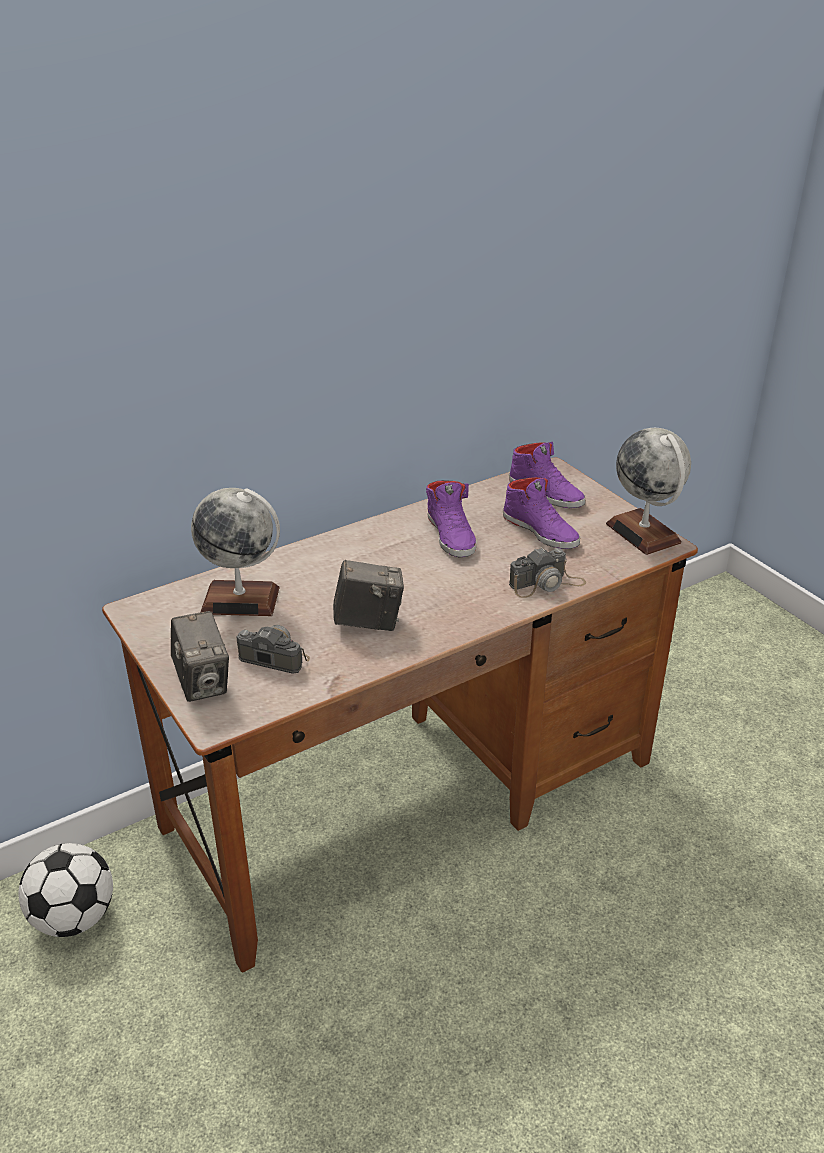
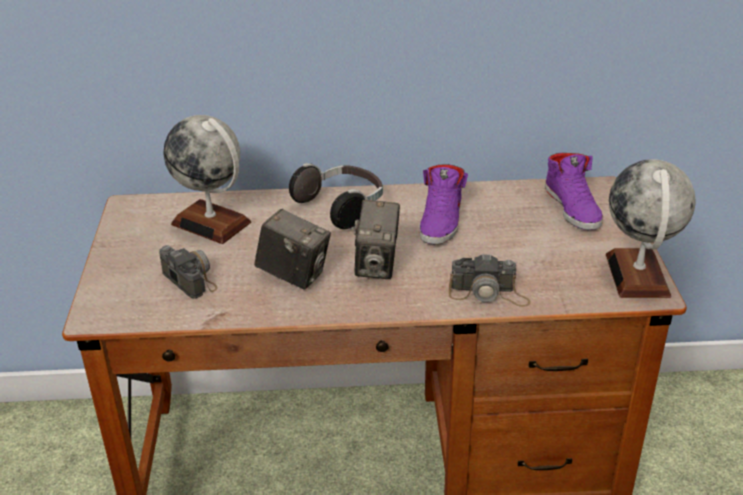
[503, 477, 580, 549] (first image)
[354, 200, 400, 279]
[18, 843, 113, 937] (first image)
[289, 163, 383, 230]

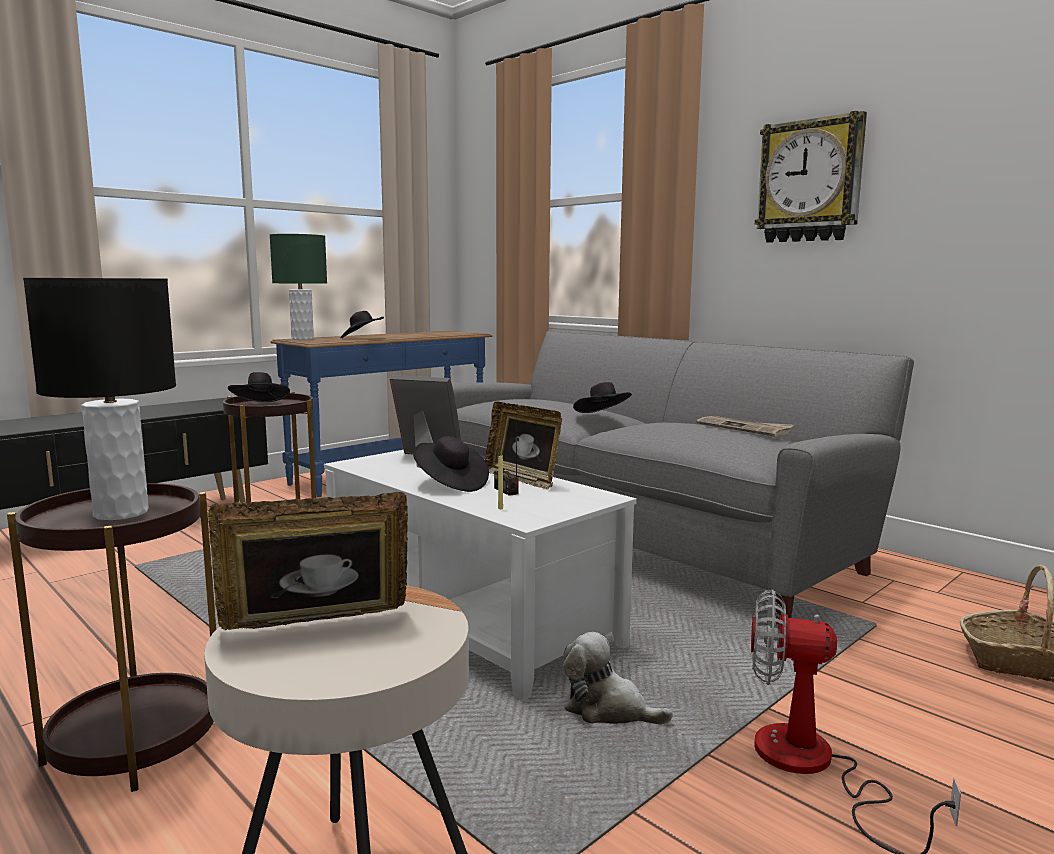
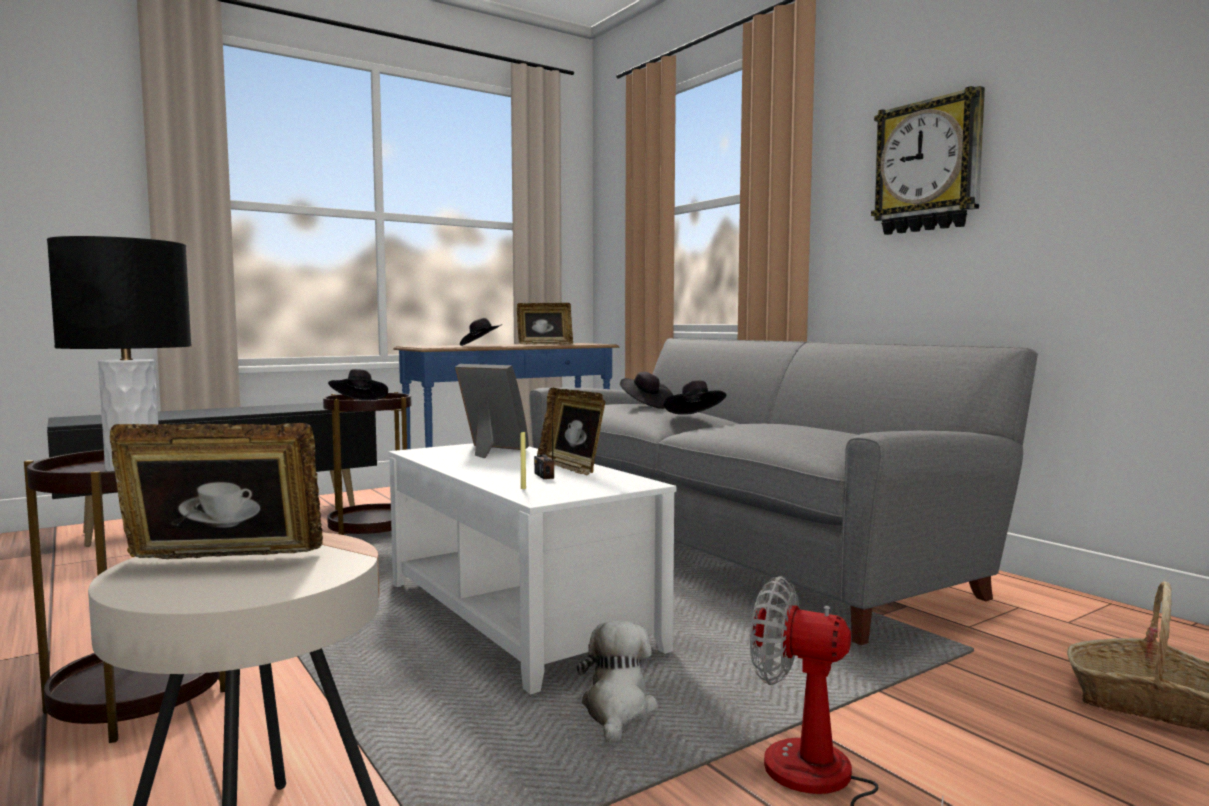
[270, 234, 327, 340] (first image)
[697, 416, 793, 437] (first image)
[620, 372, 673, 409]
[577, 620, 658, 743]
[517, 303, 573, 345]

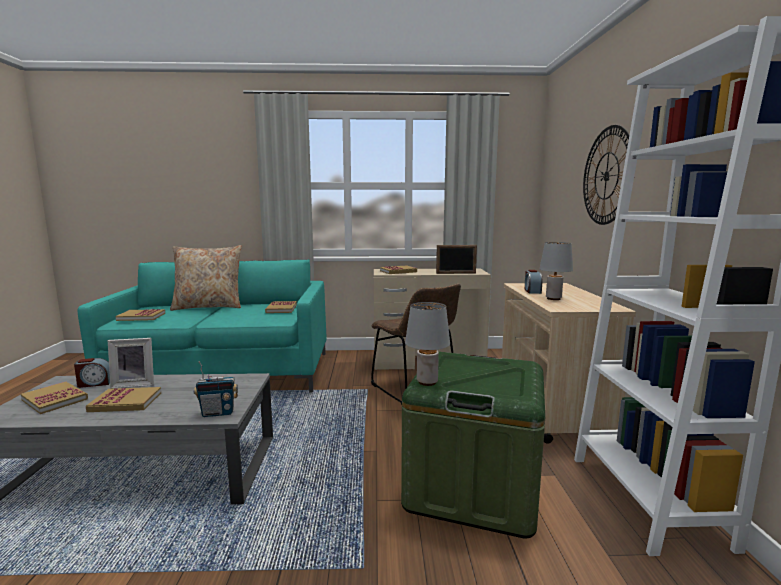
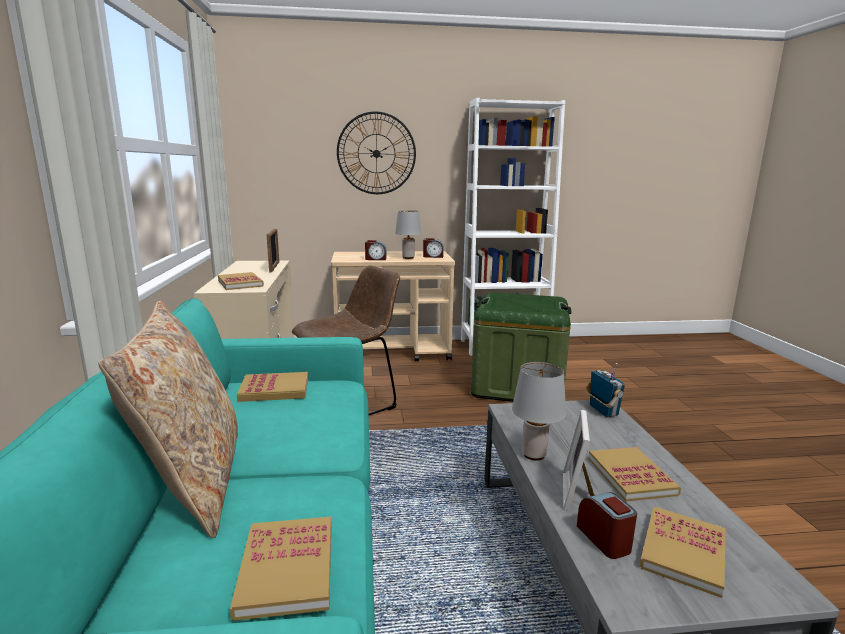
[512, 362, 566, 461]
[563, 410, 594, 511]
[423, 238, 444, 258]

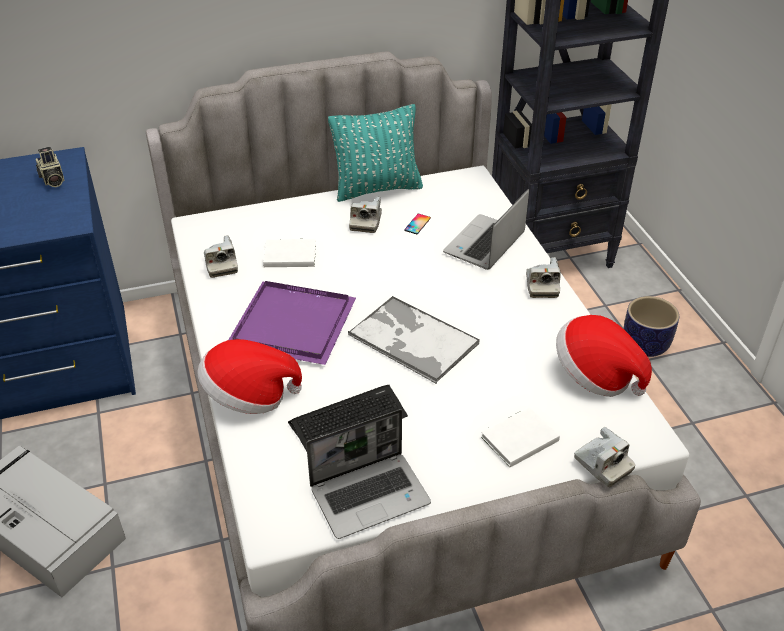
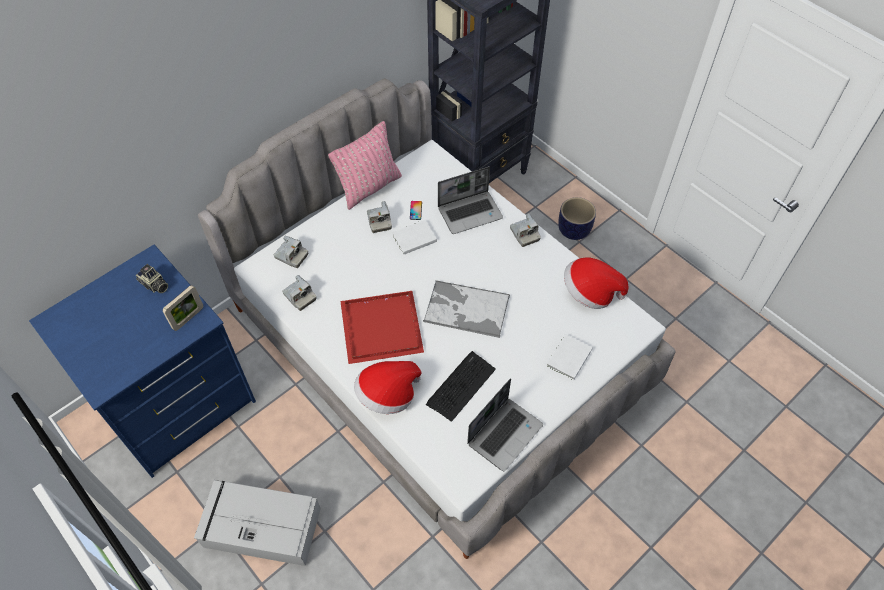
[328, 121, 402, 210]
[438, 167, 503, 234]
[392, 220, 437, 255]
[340, 291, 424, 364]
[274, 236, 308, 268]
[162, 285, 203, 331]

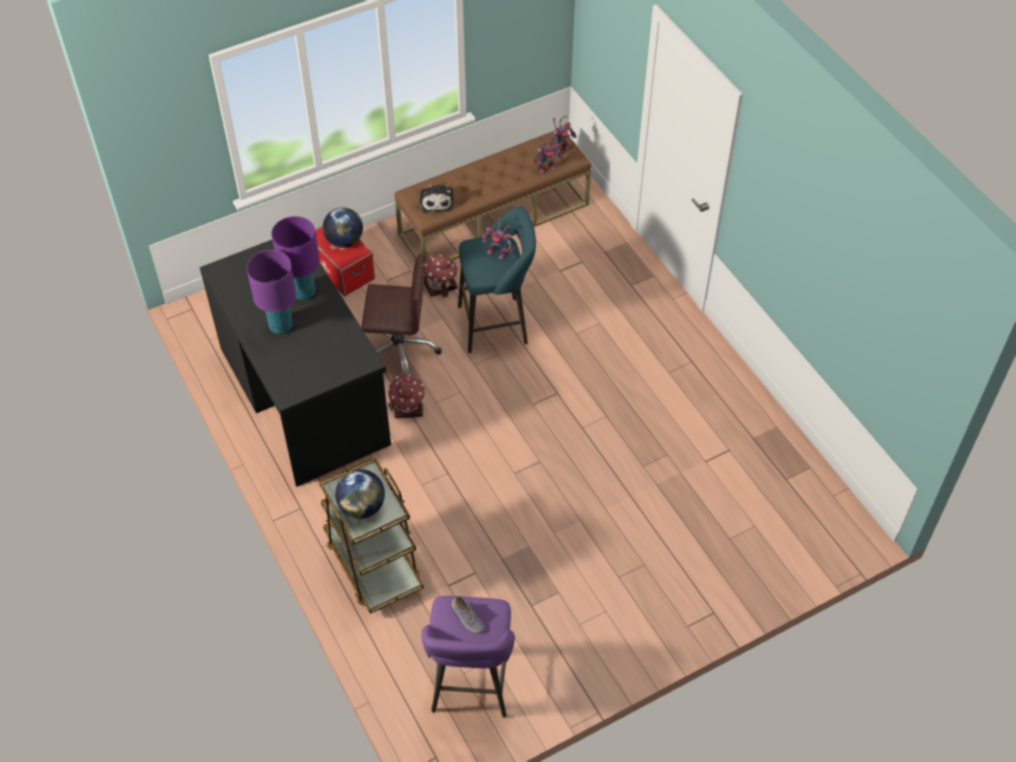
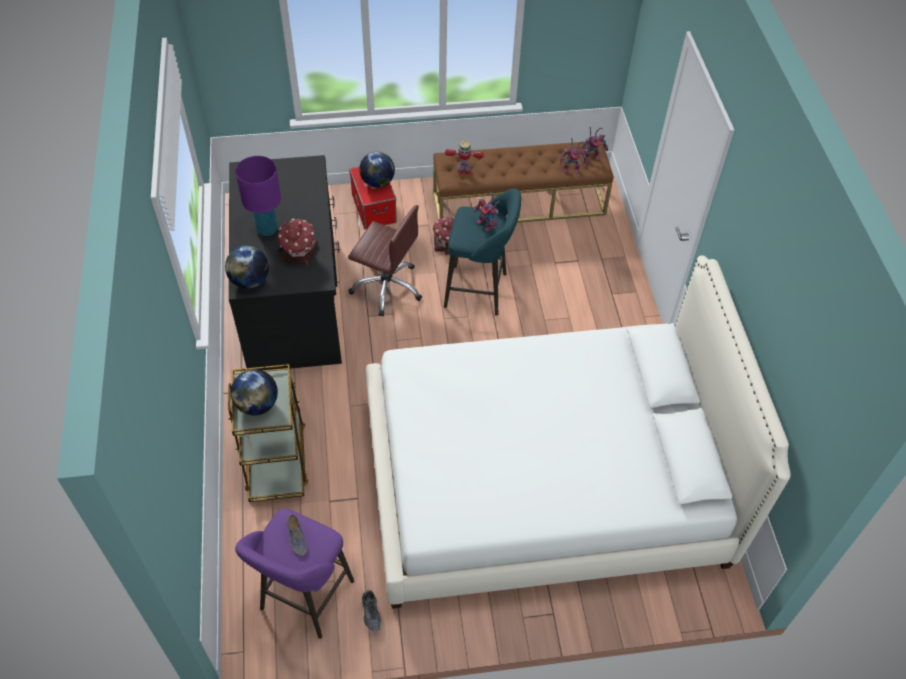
[445, 141, 484, 175]
[271, 216, 320, 300] (first image)
[278, 219, 318, 265]
[225, 246, 269, 289]
[366, 255, 791, 609]
[362, 590, 381, 631]

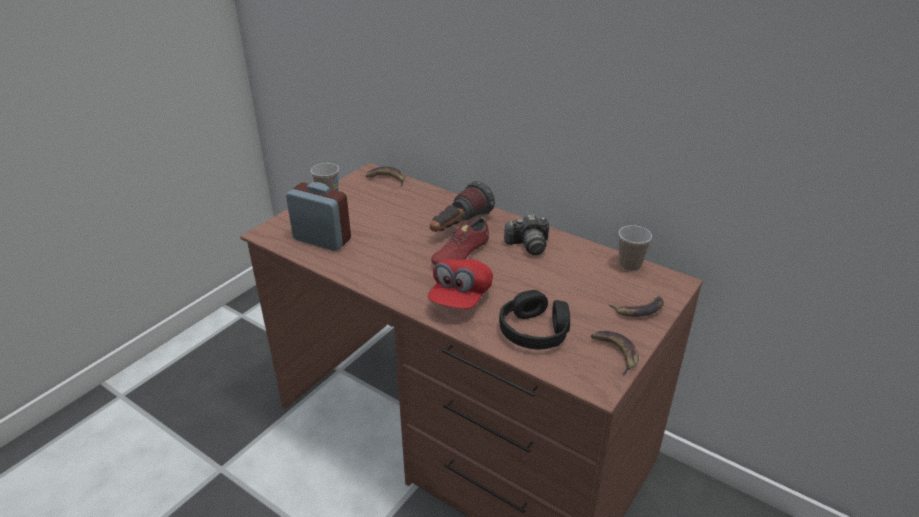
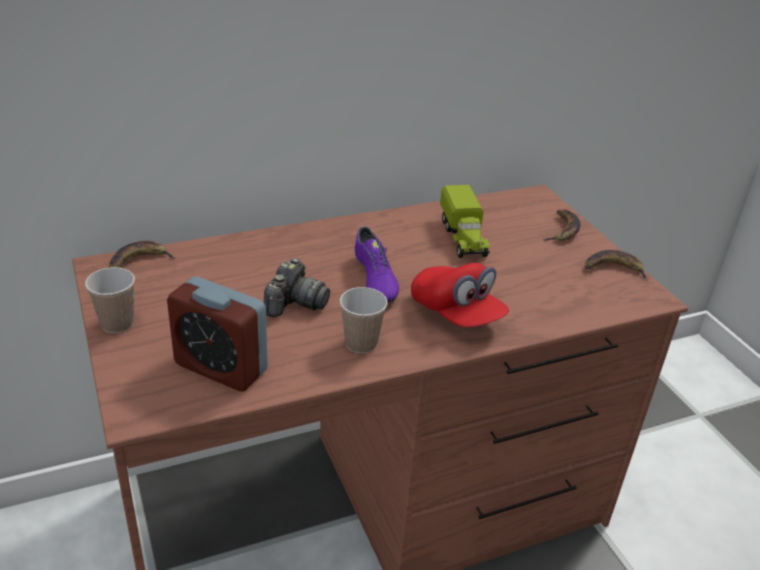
[430, 181, 495, 232] (first image)
[167, 277, 268, 391]
[264, 258, 330, 317]
[355, 226, 399, 302]
[340, 287, 388, 353]
[499, 290, 570, 349] (first image)
[440, 185, 490, 258]

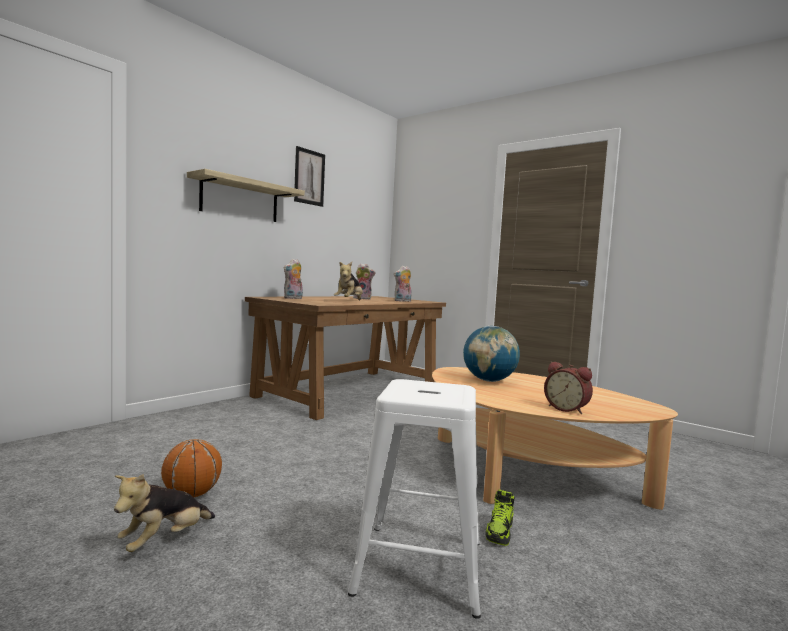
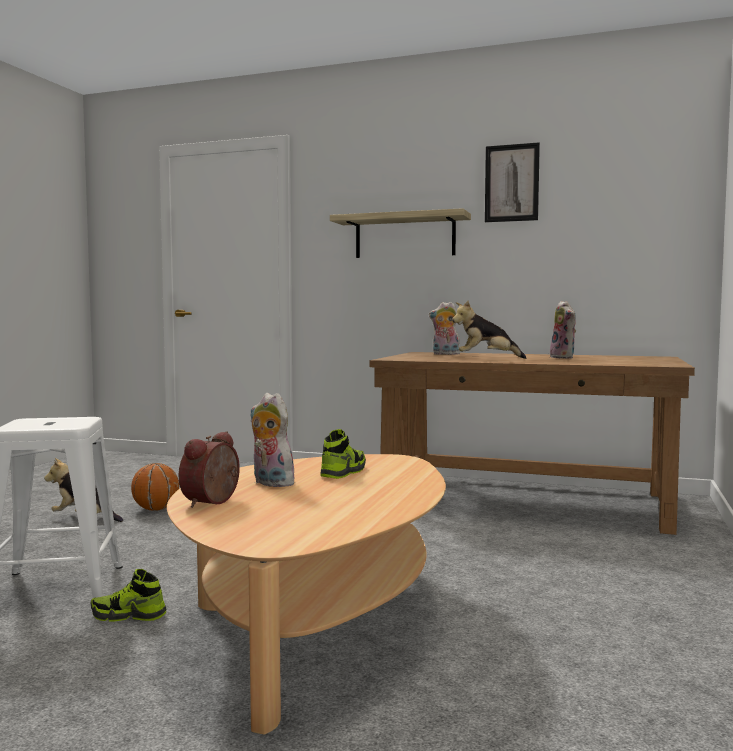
[250, 393, 296, 487]
[321, 429, 366, 479]

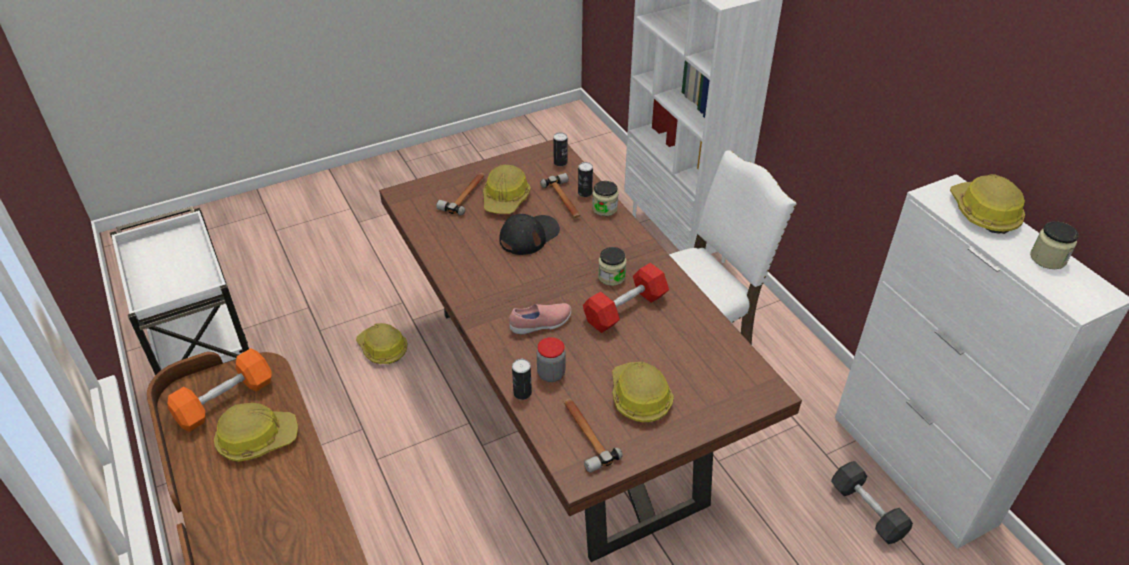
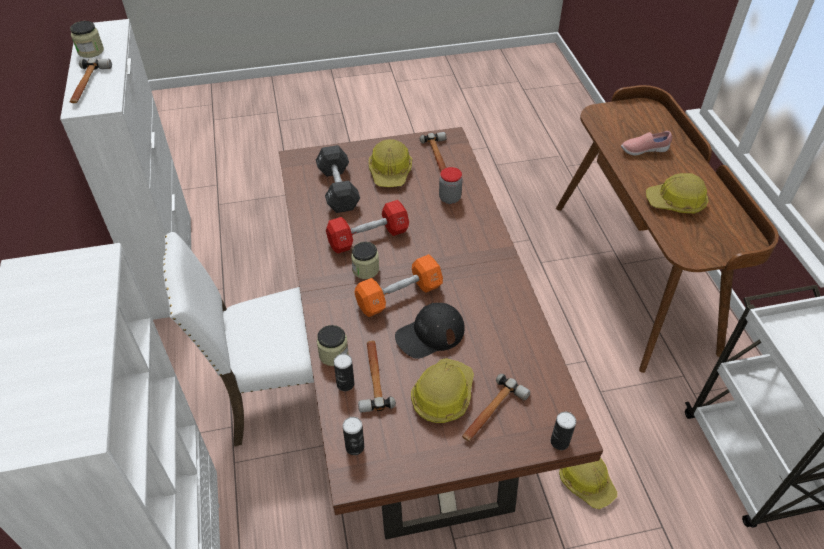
[69, 58, 112, 103]
[621, 131, 672, 155]
[355, 254, 443, 317]
[551, 412, 576, 450]
[316, 145, 360, 213]

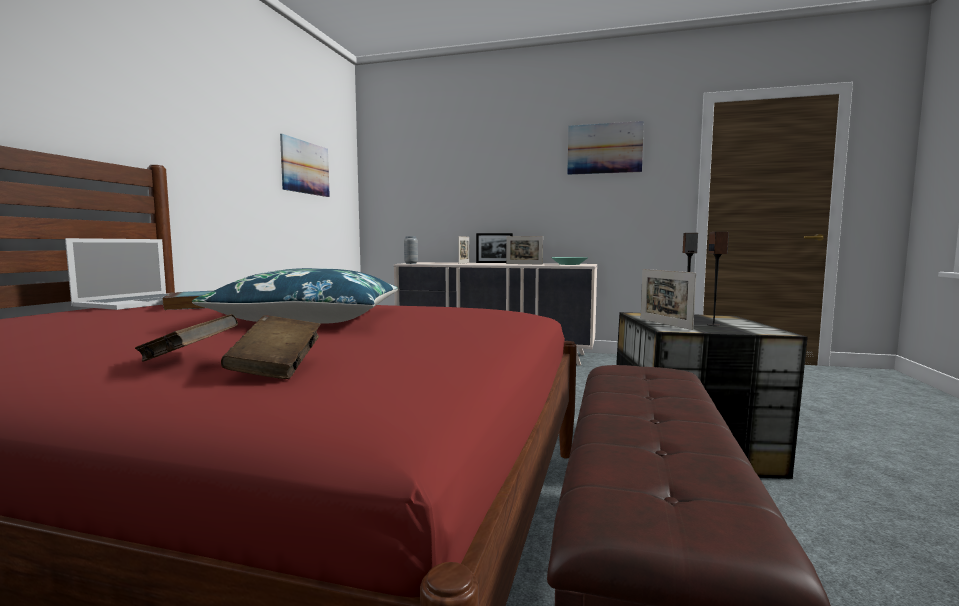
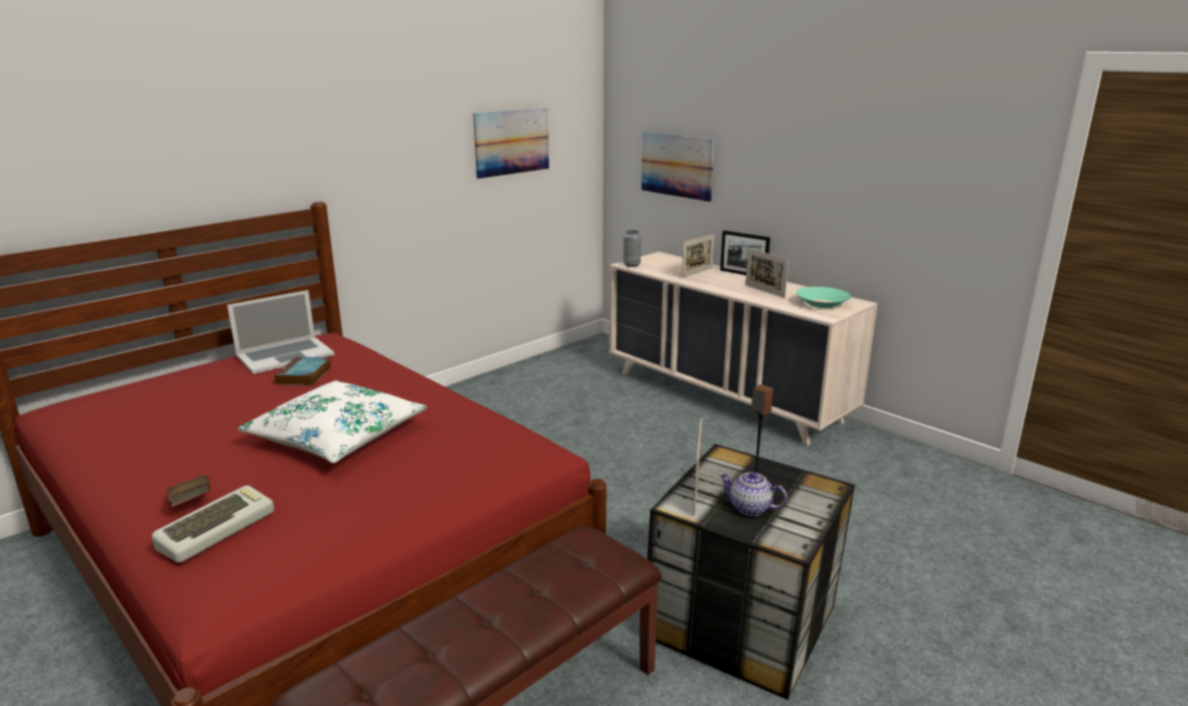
[641, 132, 714, 202]
[718, 471, 787, 516]
[237, 380, 427, 463]
[152, 485, 274, 563]

